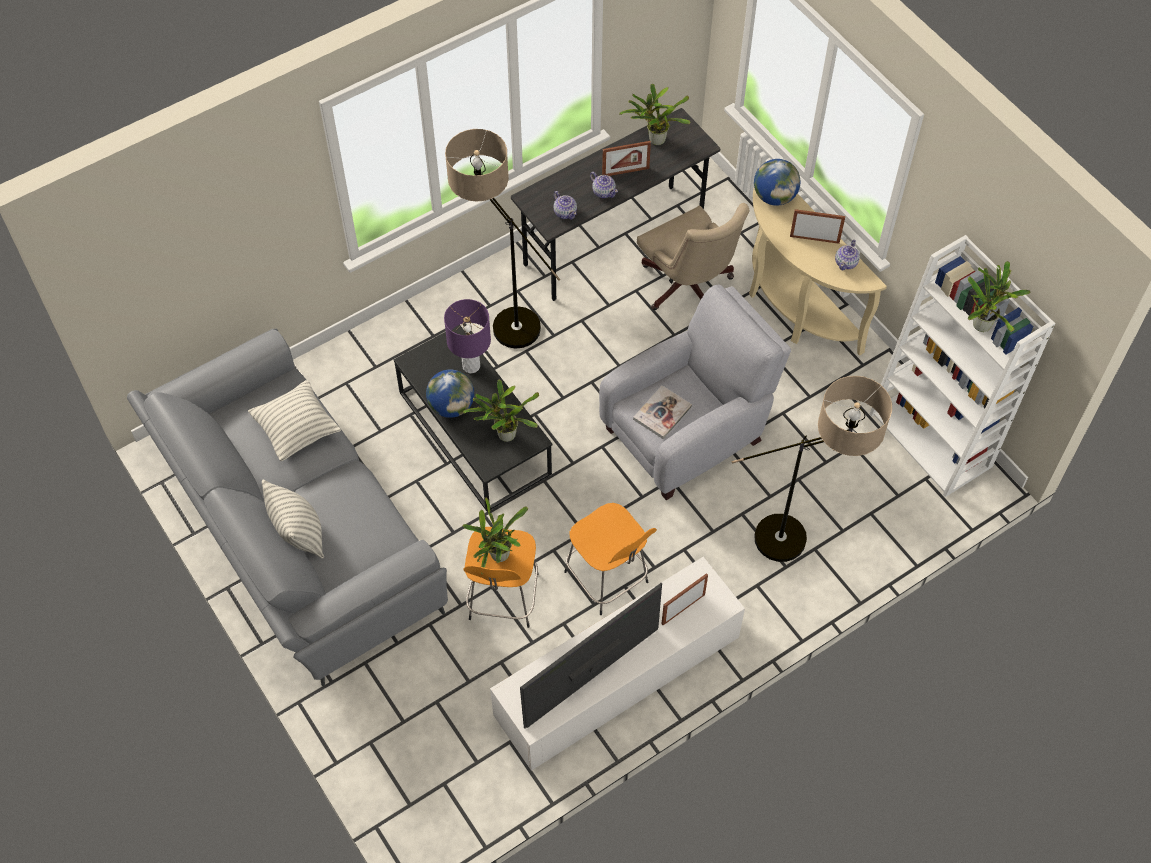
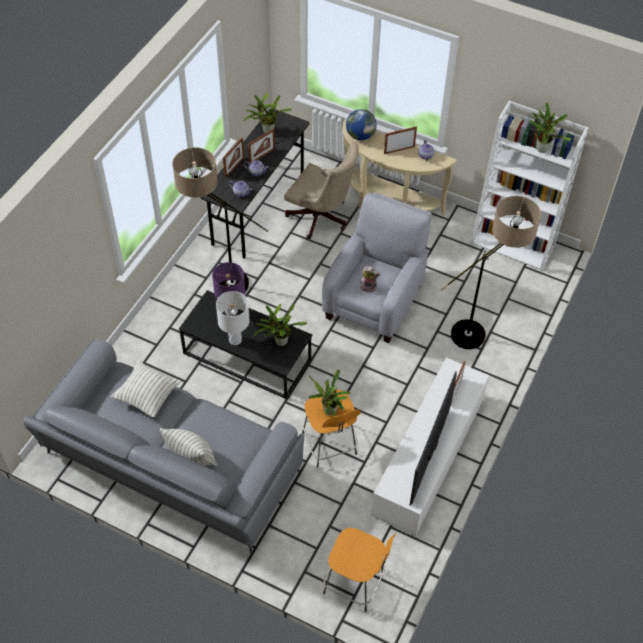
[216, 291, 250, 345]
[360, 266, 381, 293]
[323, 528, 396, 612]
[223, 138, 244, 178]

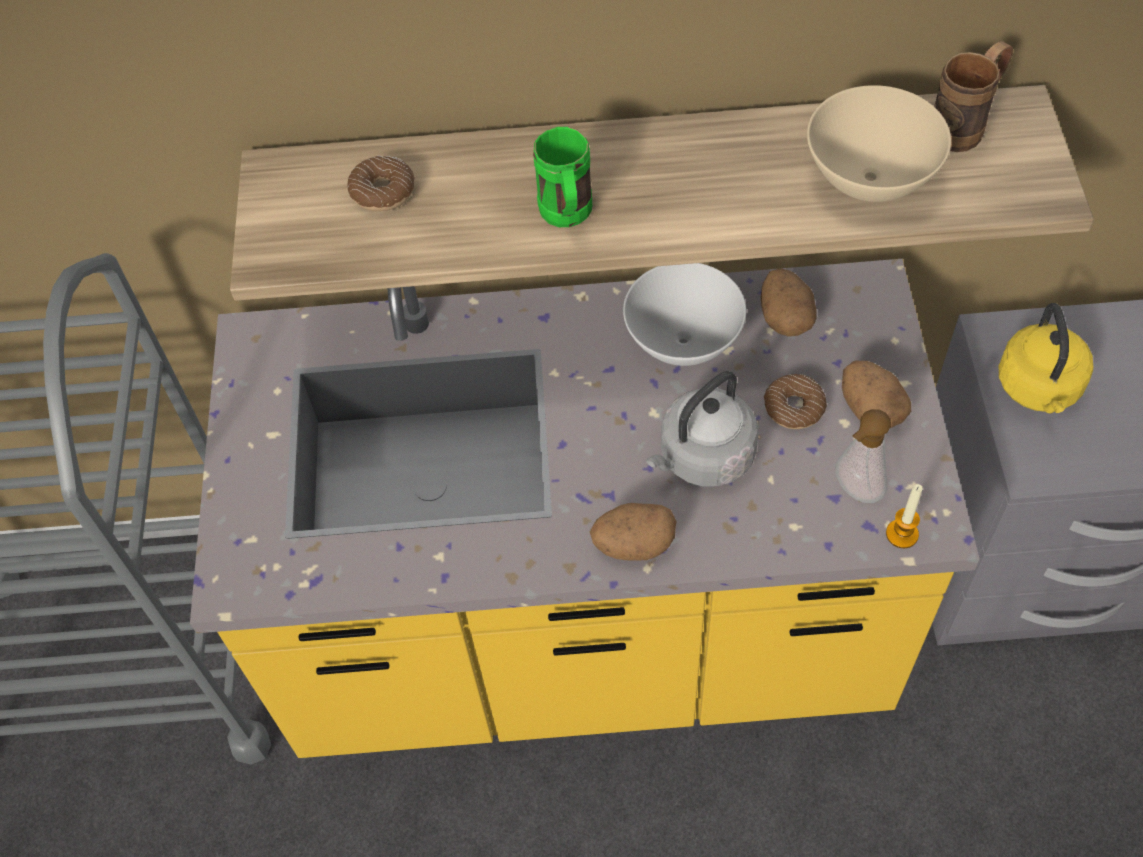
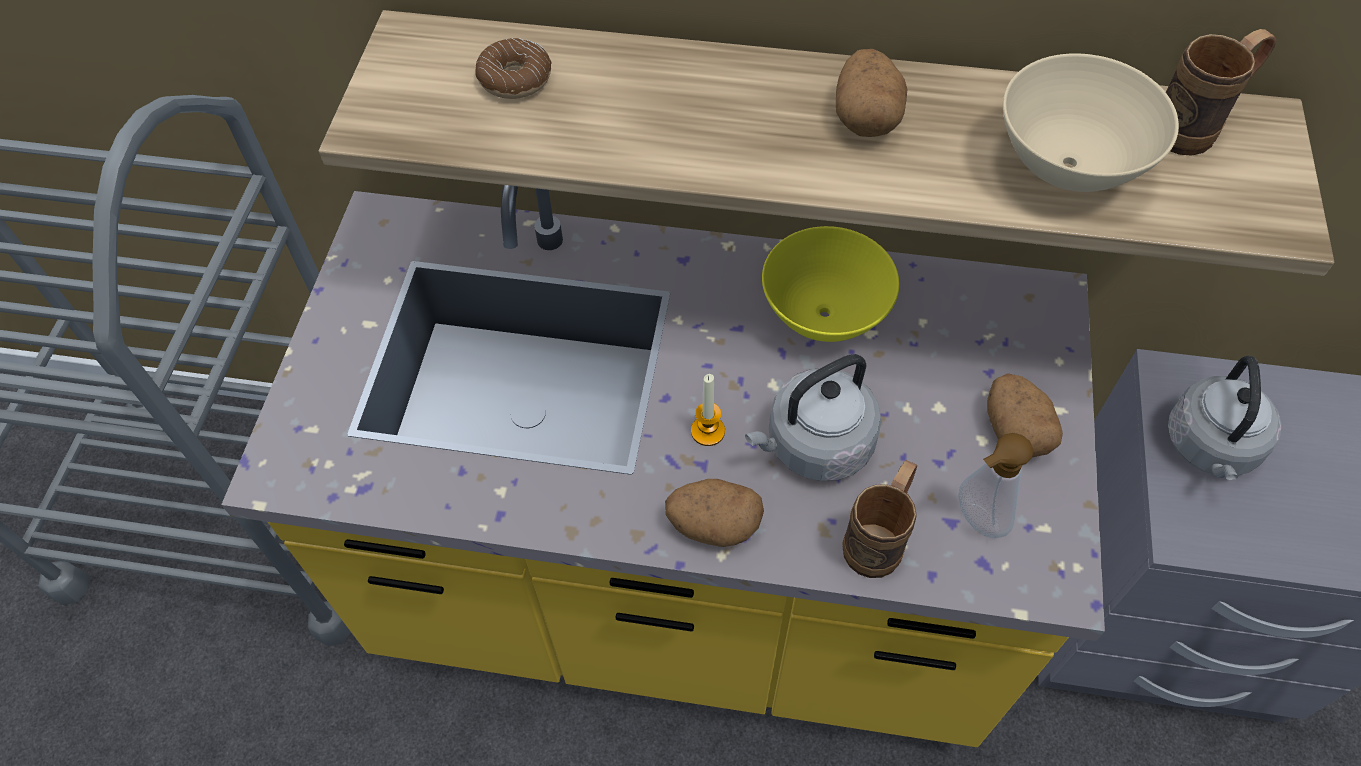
[533, 127, 592, 227] (first image)
[762, 226, 899, 342]
[836, 49, 907, 137]
[1168, 356, 1282, 480]
[764, 374, 827, 429] (first image)
[691, 374, 725, 446]
[842, 460, 917, 578]

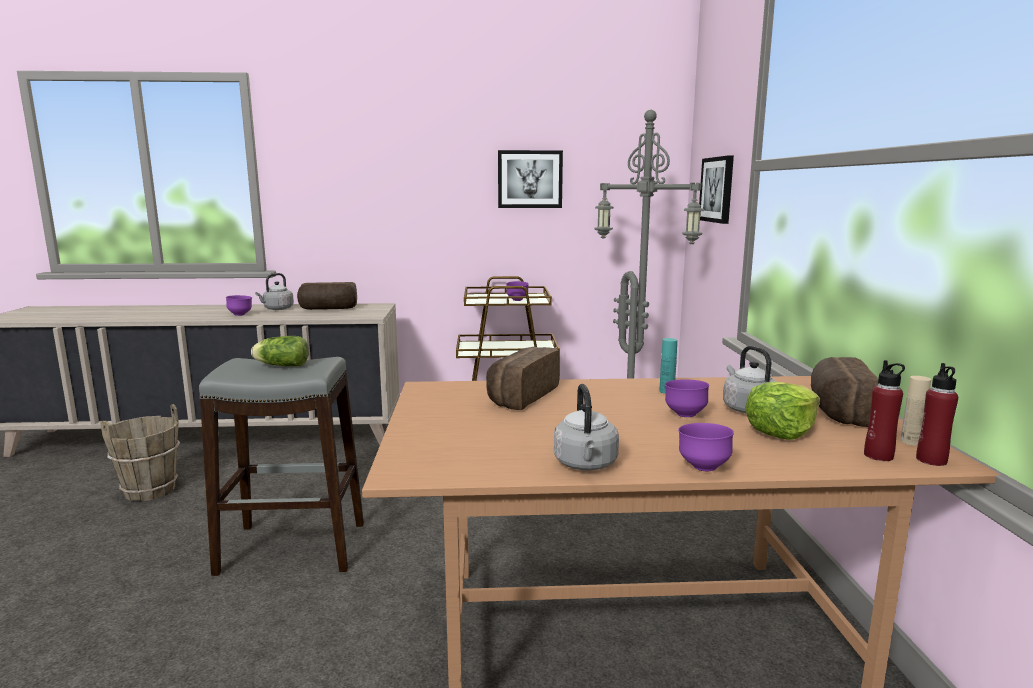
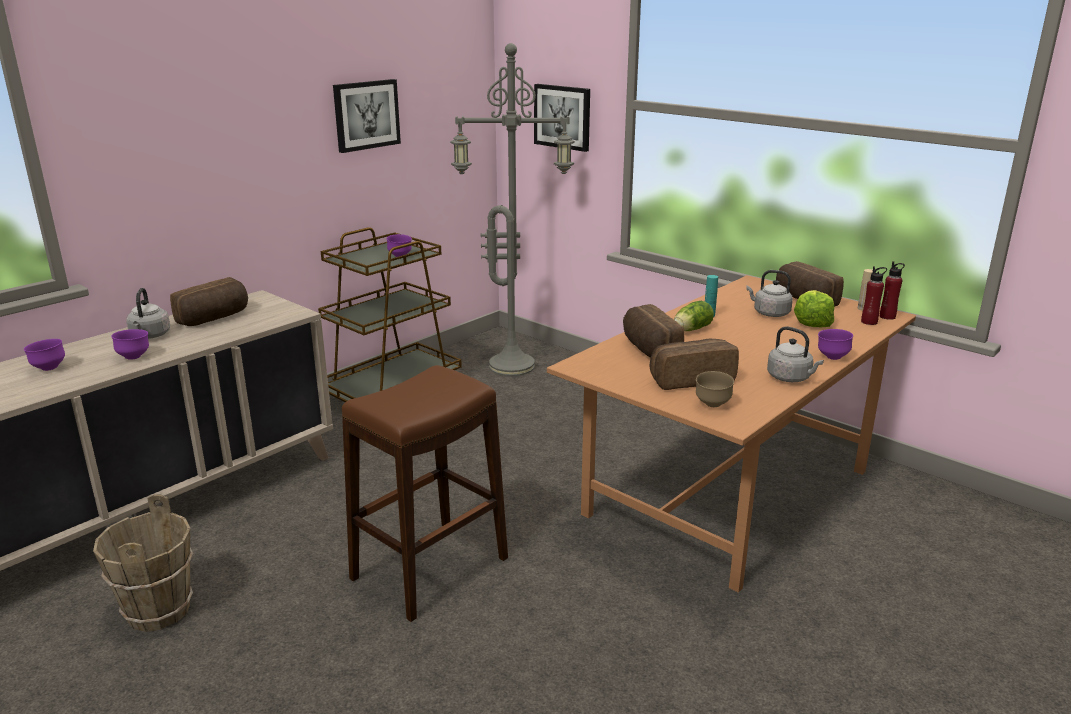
[674, 301, 714, 331]
[342, 365, 508, 622]
[24, 339, 65, 371]
[649, 339, 739, 390]
[696, 371, 734, 407]

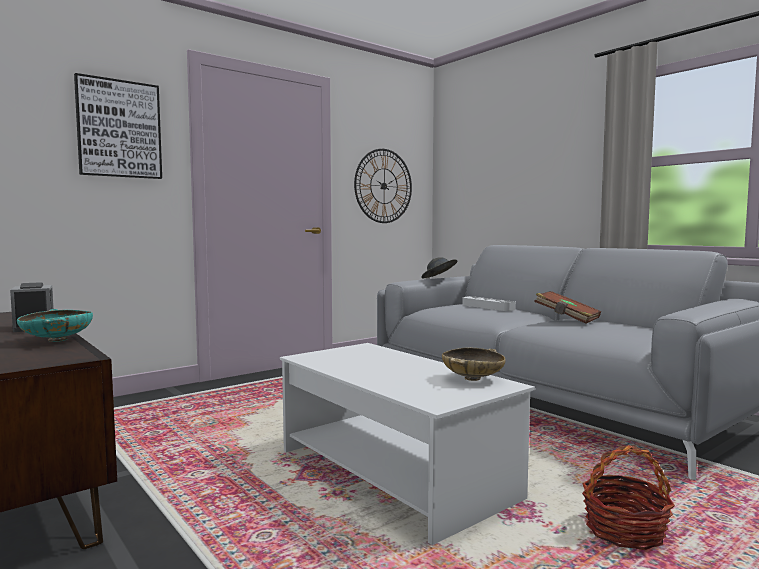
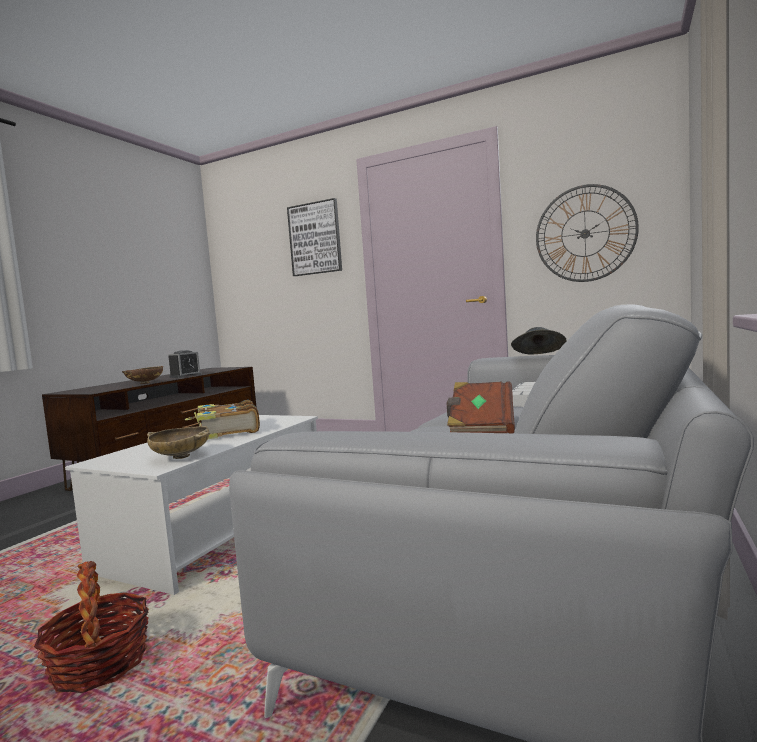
[122, 366, 163, 384]
[185, 400, 260, 439]

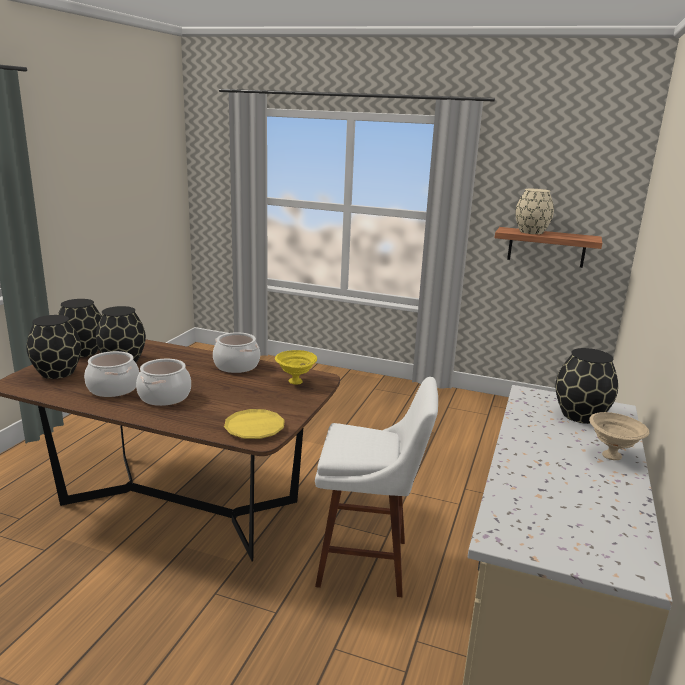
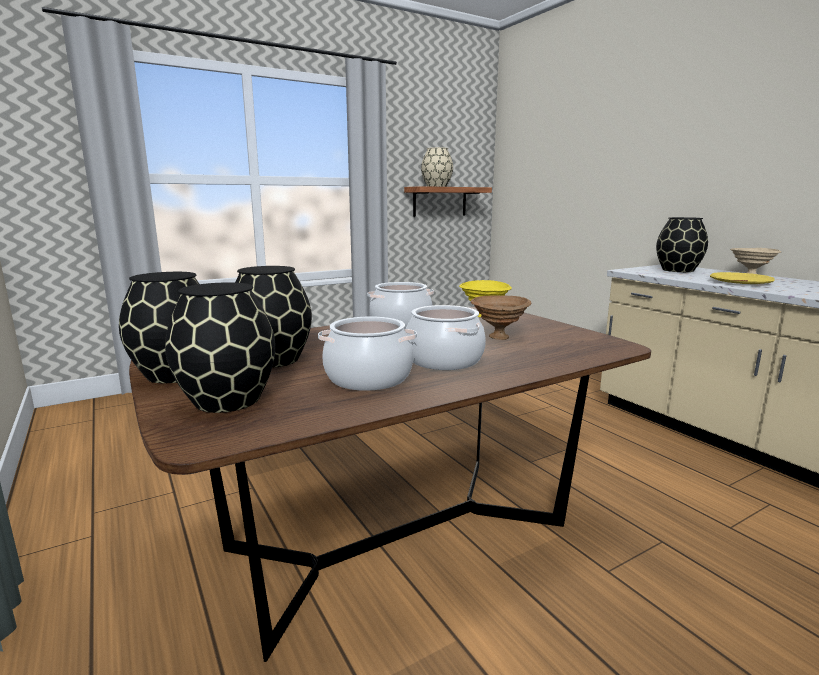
[315, 377, 438, 597] (first image)
[710, 272, 775, 284]
[471, 296, 531, 340]

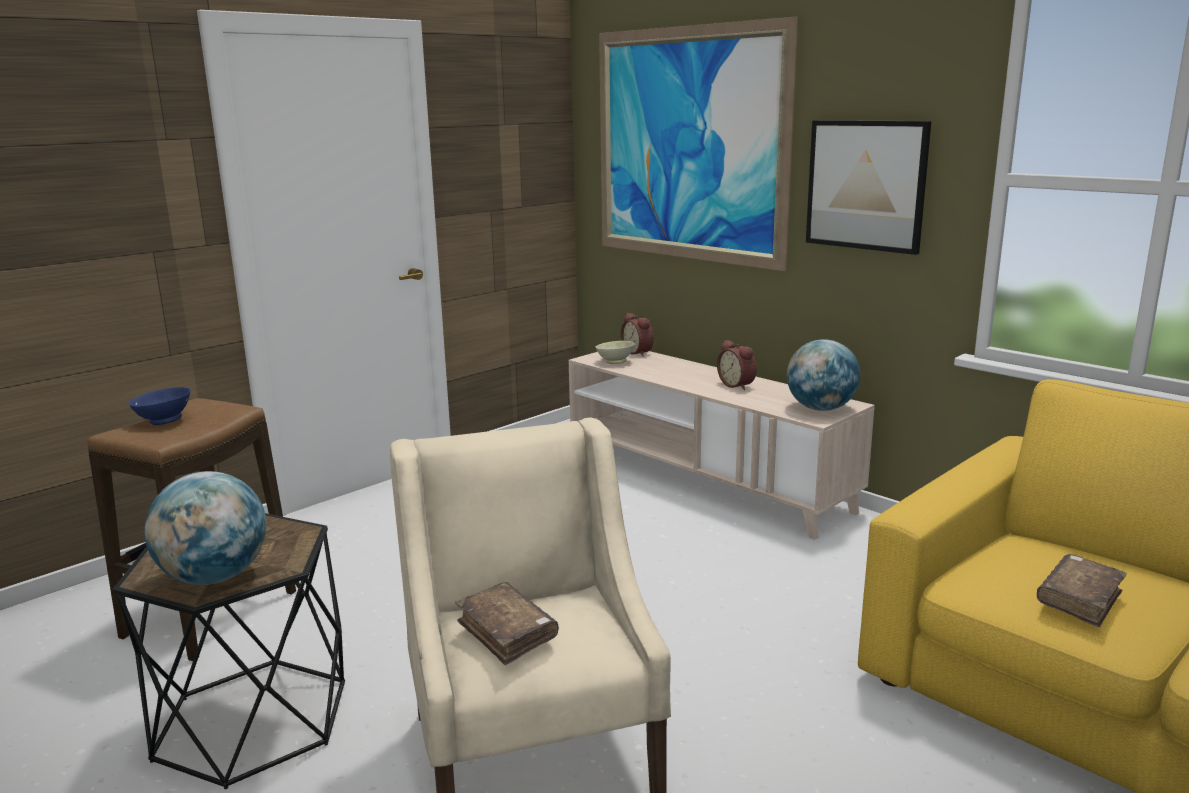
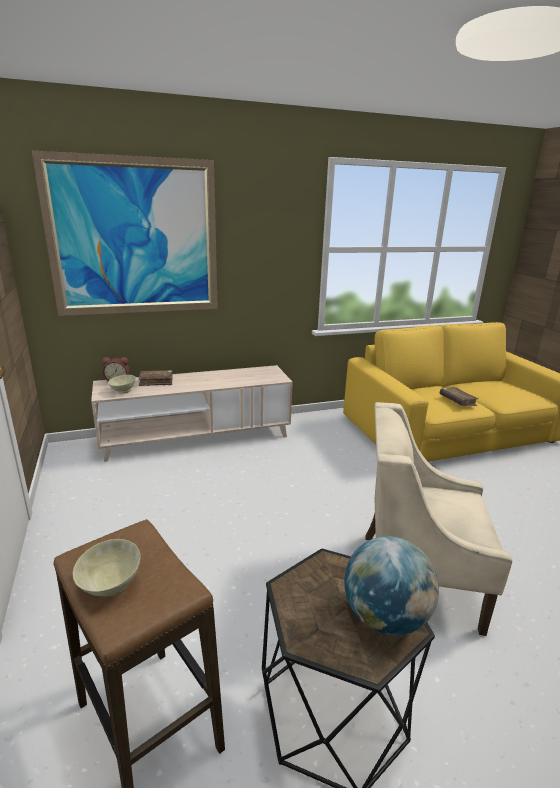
[806, 120, 931, 255] (first image)
[787, 339, 860, 411] (first image)
[717, 340, 757, 390] (first image)
[73, 539, 141, 597]
[138, 370, 173, 386]

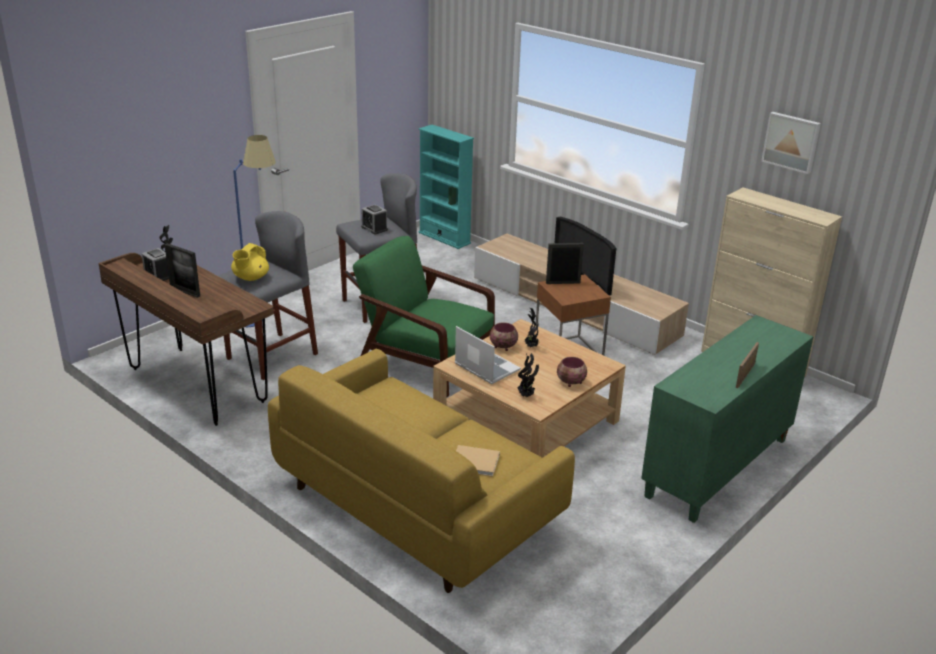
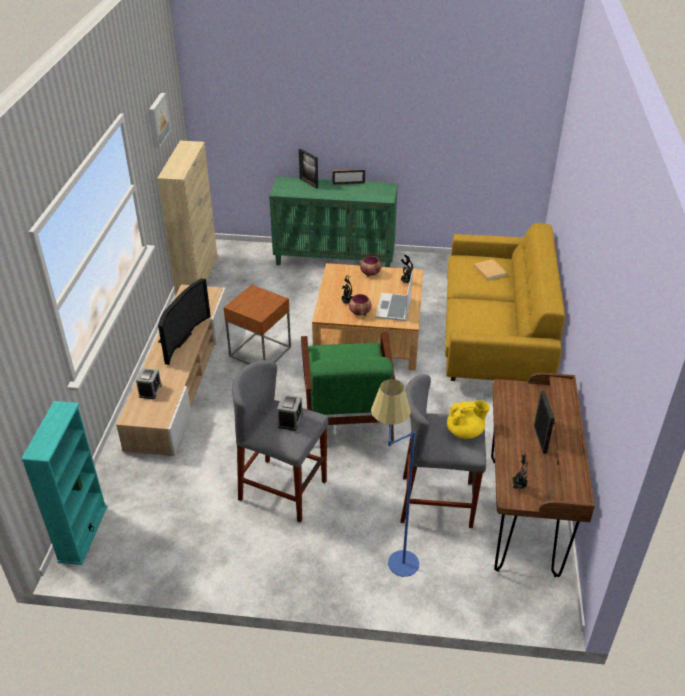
[299, 149, 318, 189]
[136, 368, 162, 399]

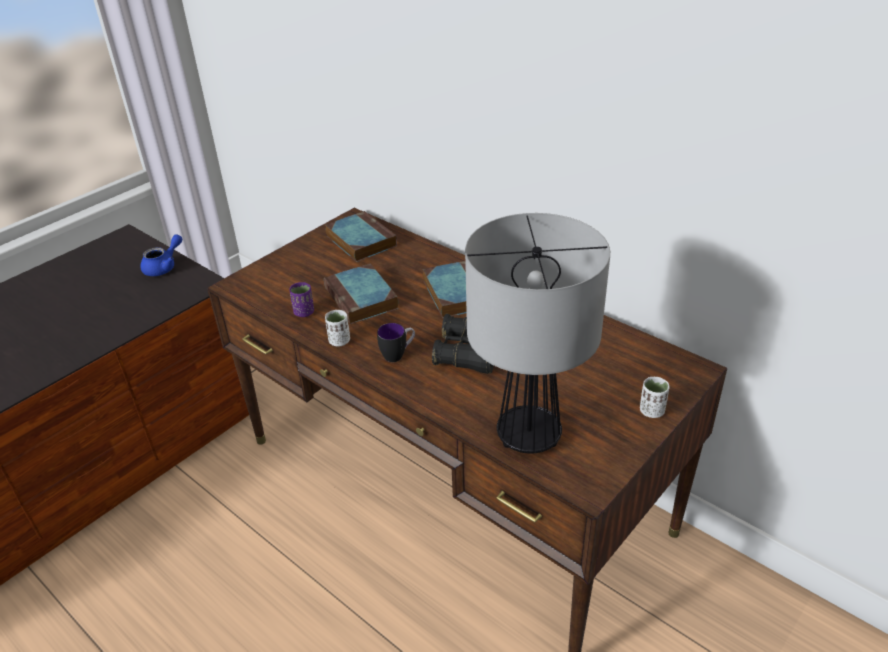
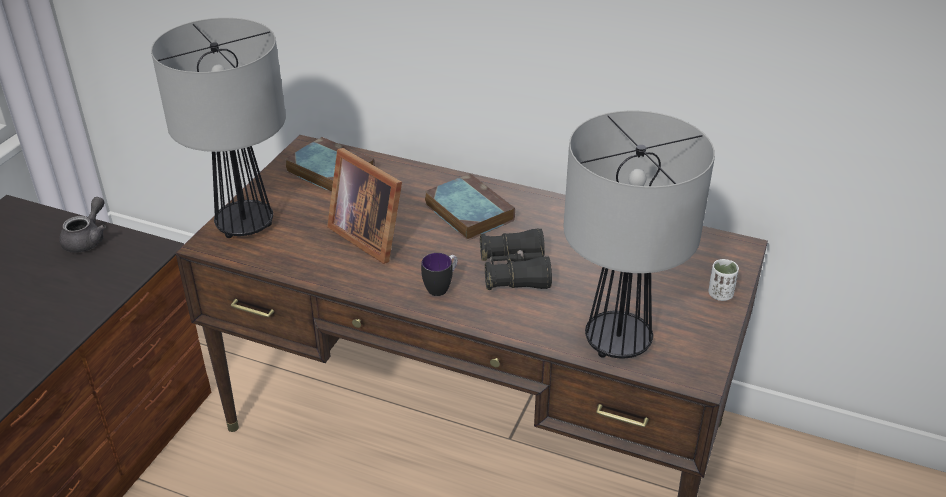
[59, 197, 106, 253]
[327, 148, 402, 264]
[290, 282, 314, 317] (first image)
[325, 310, 350, 346] (first image)
[151, 18, 286, 238]

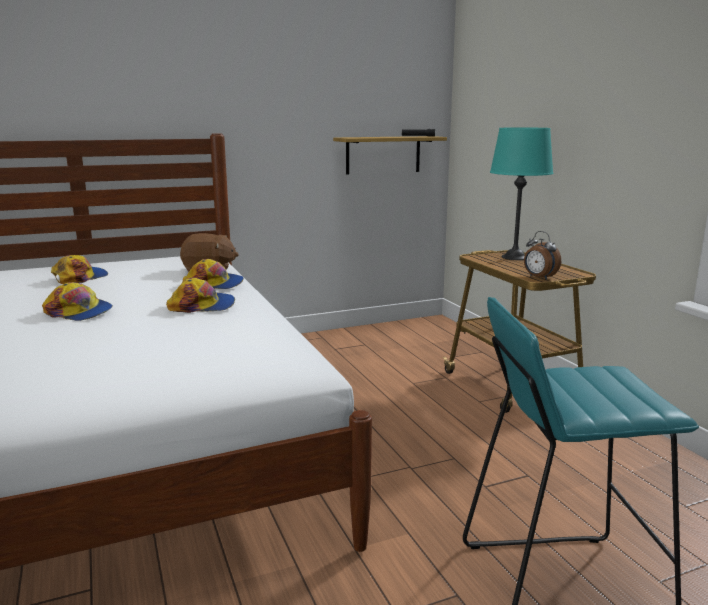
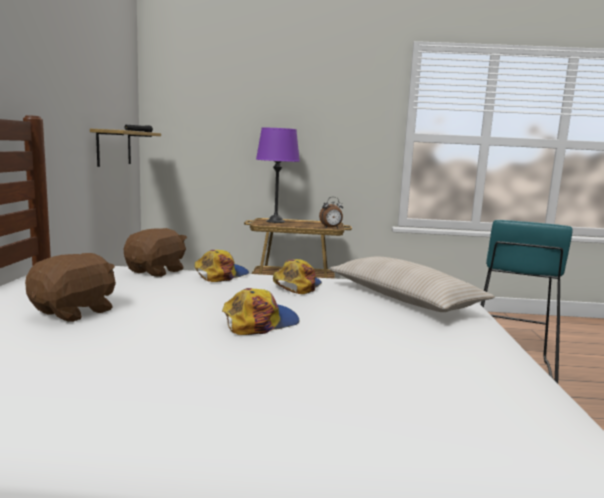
[256, 128, 300, 223]
[25, 253, 116, 322]
[329, 257, 495, 312]

